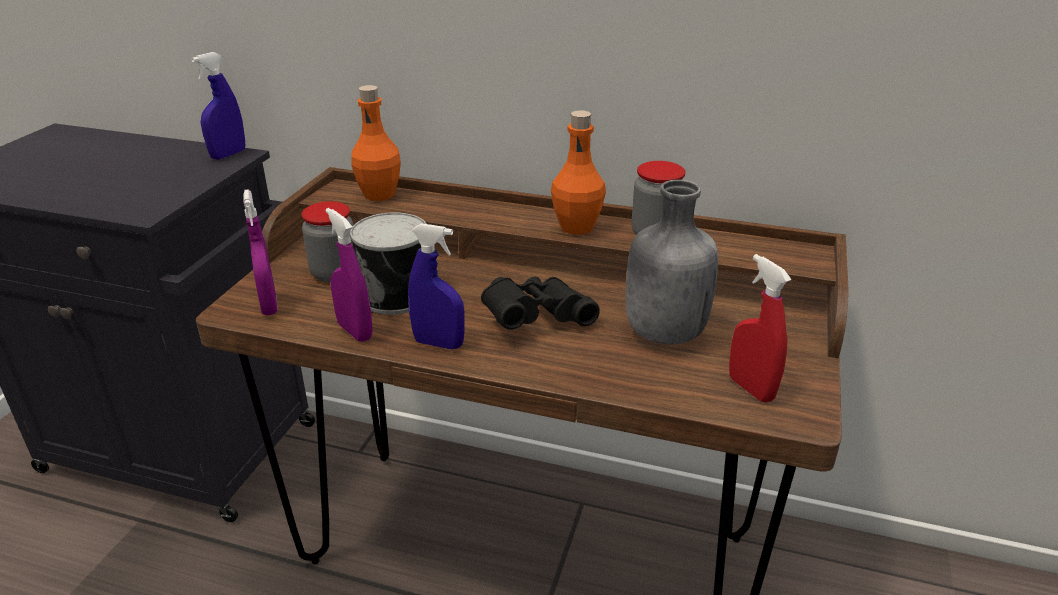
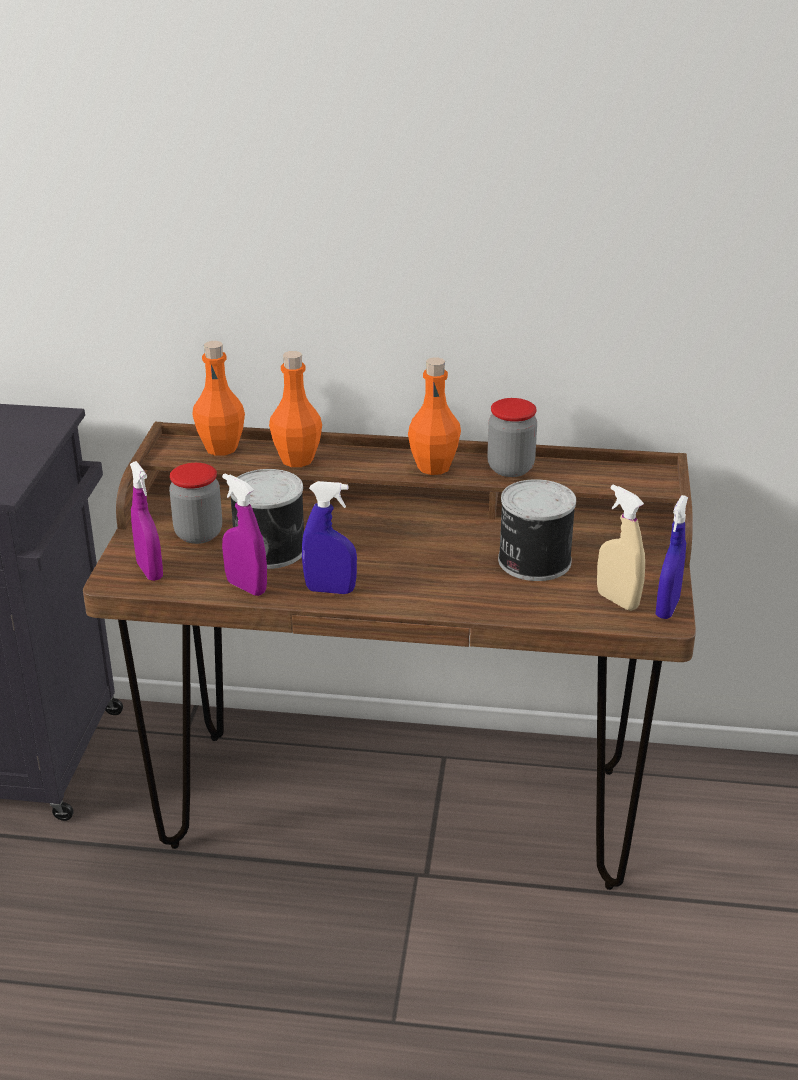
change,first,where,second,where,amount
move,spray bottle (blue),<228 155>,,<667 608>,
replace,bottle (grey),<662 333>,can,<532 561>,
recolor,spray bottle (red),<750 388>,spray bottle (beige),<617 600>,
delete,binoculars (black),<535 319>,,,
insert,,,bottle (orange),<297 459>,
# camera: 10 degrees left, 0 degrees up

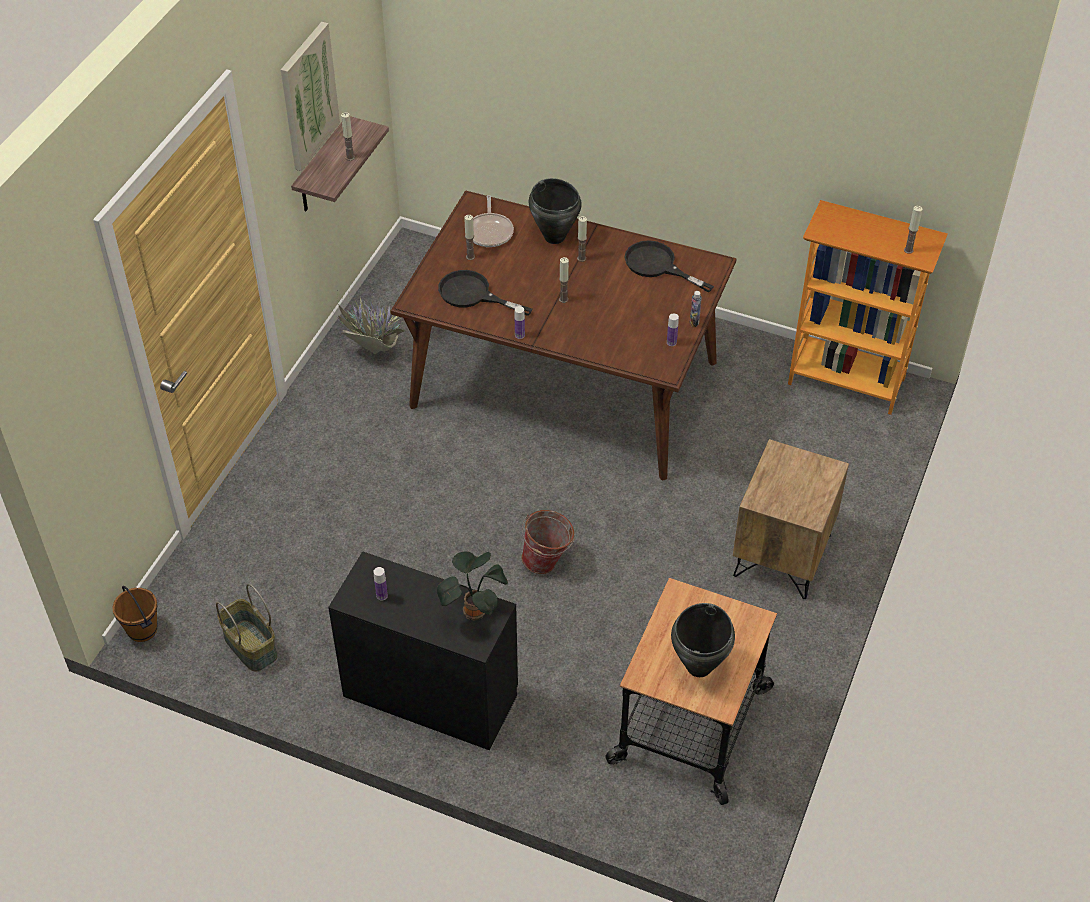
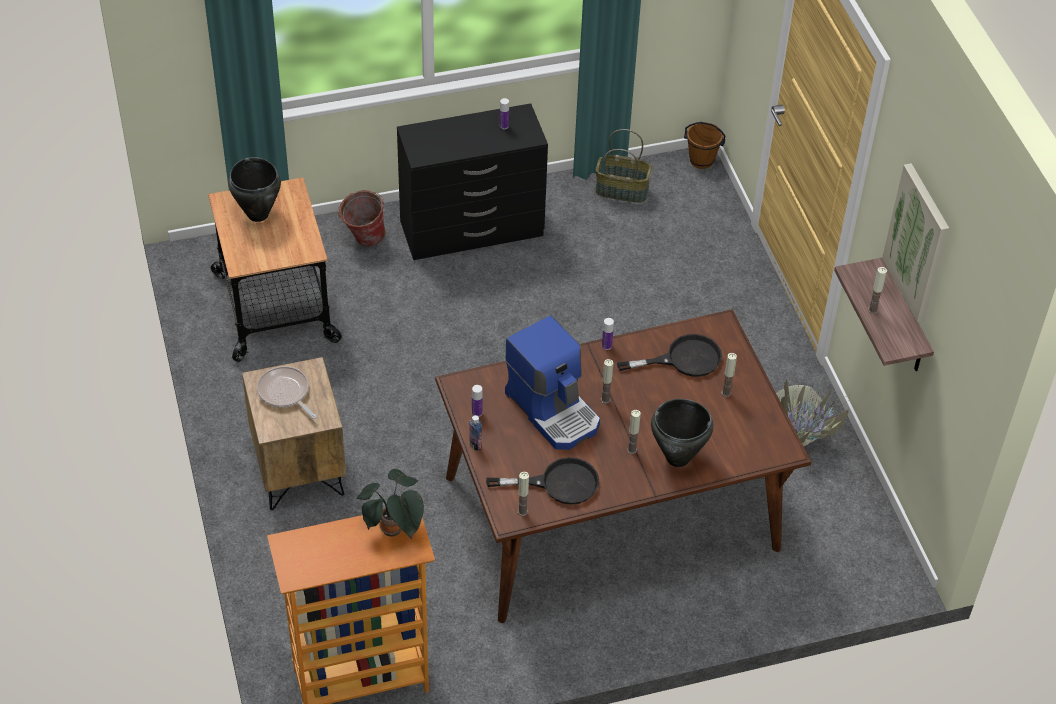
change,first,where,second,where,amount
move,frying pan,<490 231>,,<285 393>,
move,candle,<908 250>,,<522 511>,
move,bucket,<548 562>,,<363 239>,
move,potted plant,<474 611>,,<393 531>,
insert,,,coffee machine,<554 409>,
# camera: 140 degrees right, 0 degrees up

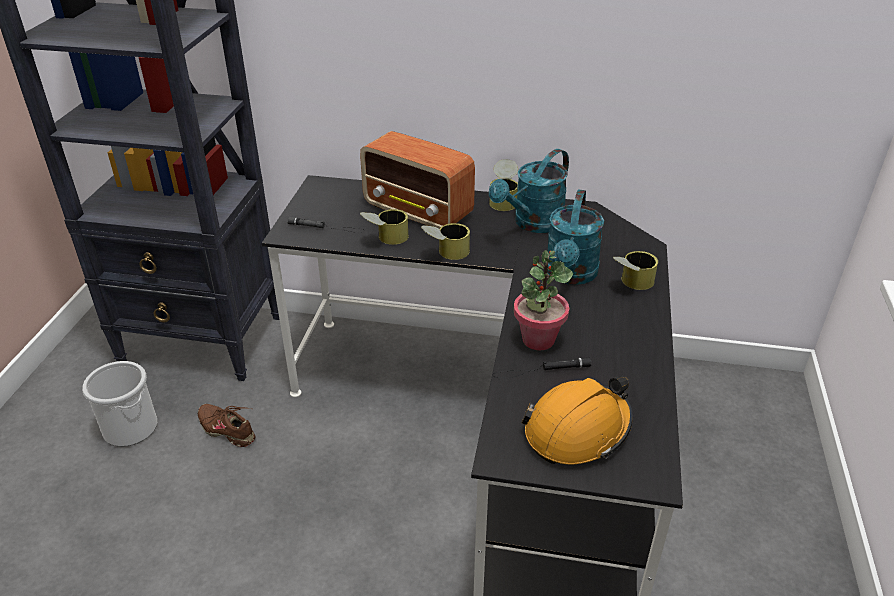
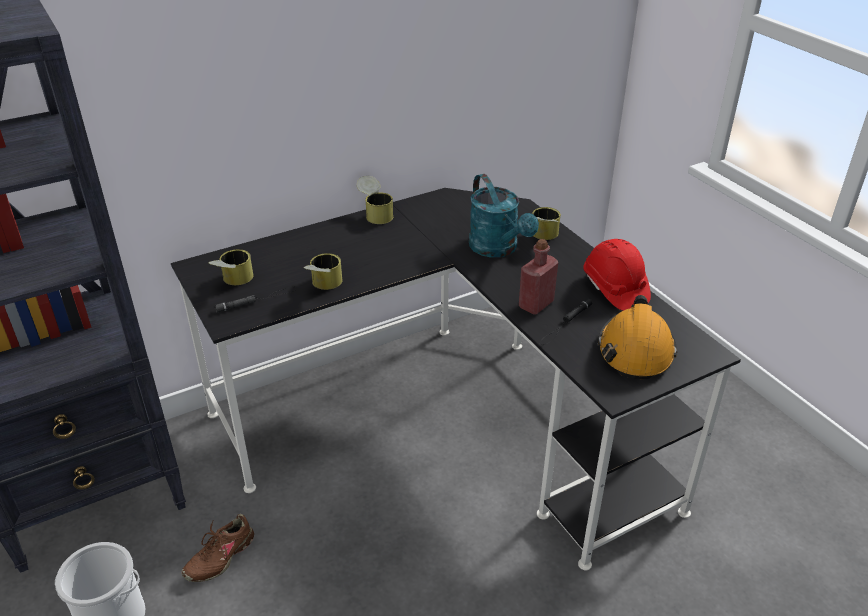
change,first,where,second,where,amount
delete,radio,<419 212>,,,
delete,watering can (turquoise),<533 224>,,,
move,can,<445 254>,,<233 282>,
replace,potted plant,<538 339>,bottle (red),<536 304>,
rotate,shoe (brown),<227 429>,,<220 557>,45 degrees counterclockwise
insert,,,hard hat (red),<614 289>,
# camera: 40 degrees left, 0 degrees up

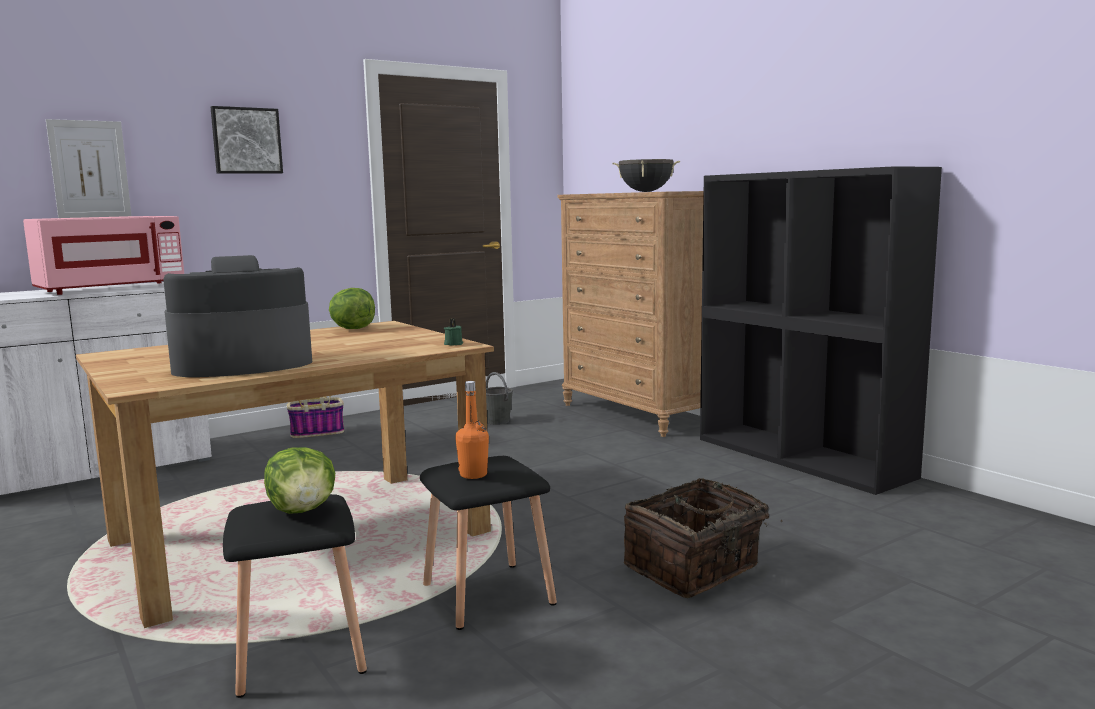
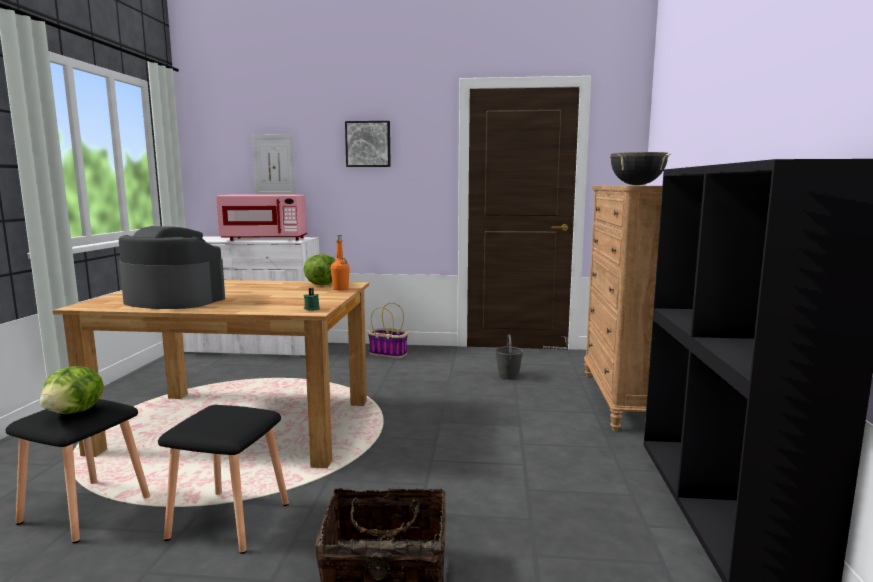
change,first,where,second,where,amount
move,bottle (orange),<473 475>,,<340 289>,
# camera: 40 degrees right, 0 degrees up

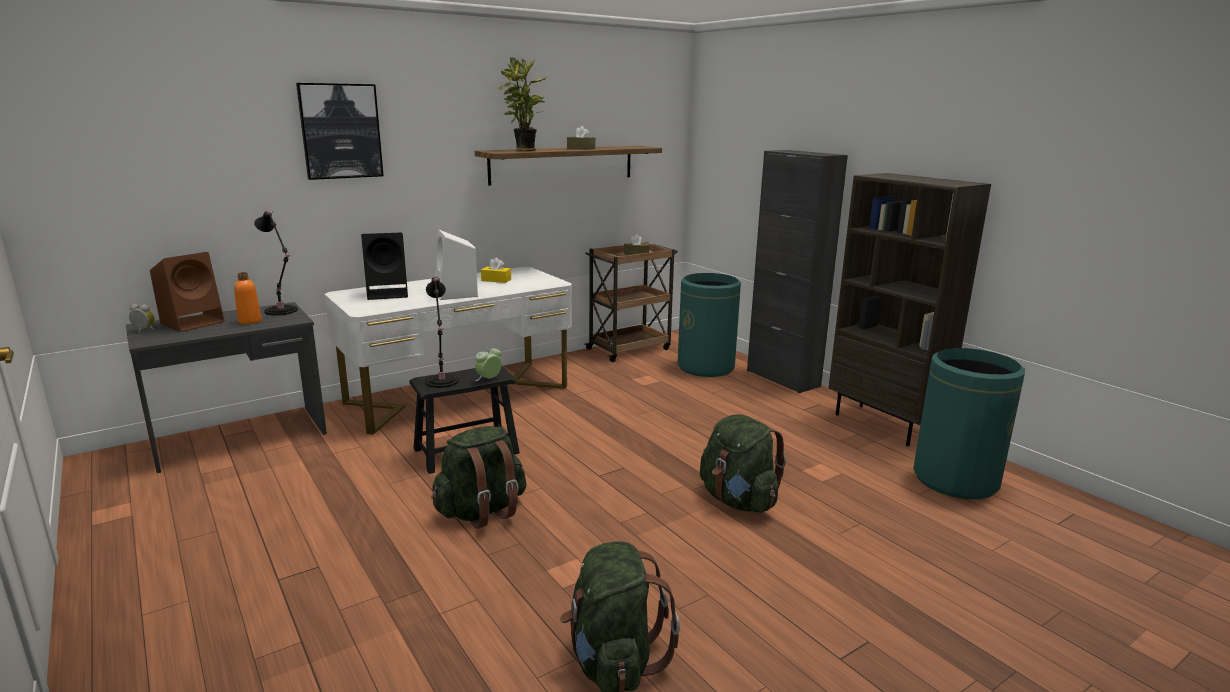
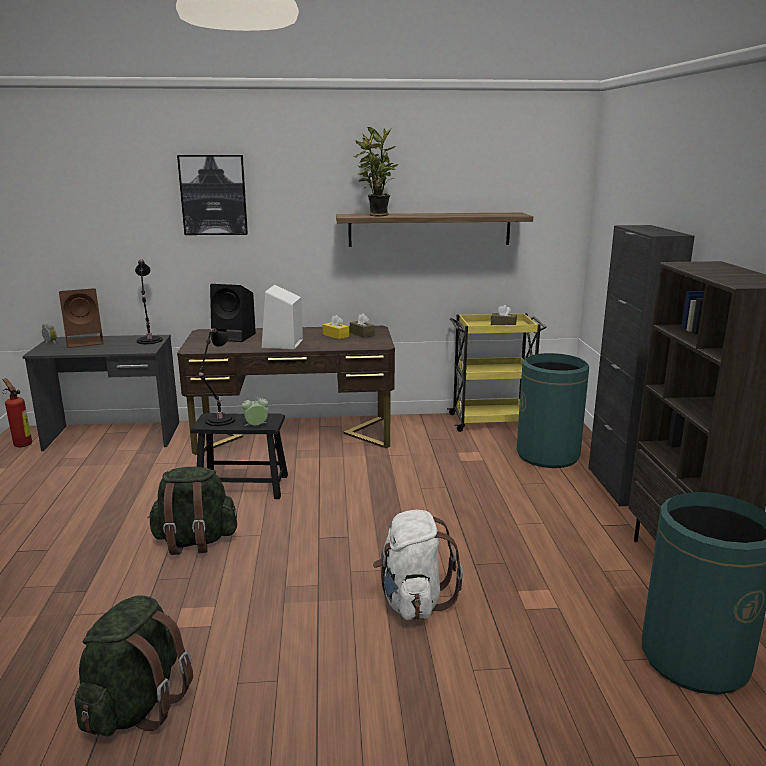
change,first,where,second,where,amount
move,tissue box (brown),<581 148>,,<362 334>,
recolor,cart (brown),<629 349>,cart (yellow),<491 421>,
recolor,desk (white),<459 395>,desk (brown),<293 435>,
delete,bottle (orange),<250 321>,,,
recolor,backpack (green),<738 501>,backpack (white),<413 601>,
insert,,,fire extinguisher,<22 444>,
# camera: 30 degrees right, 0 degrees up

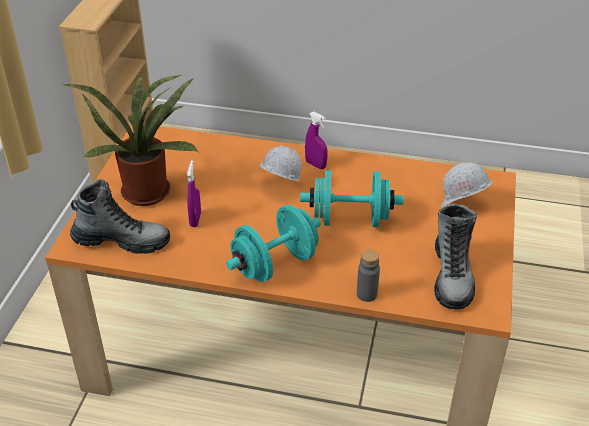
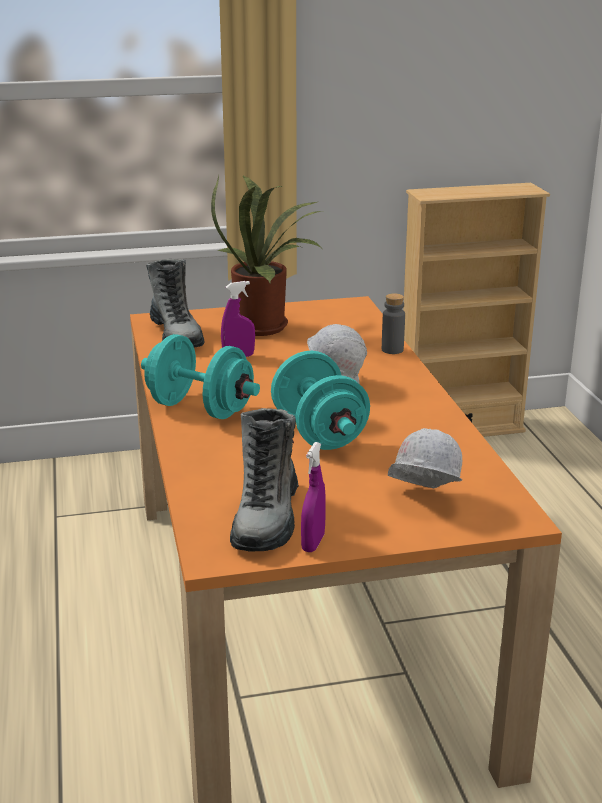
change,first,where,second,where,amount
move,spray bottle (purple),<315 165>,,<313 543>,
rotate,boot,<451 276>,,<267 517>,60 degrees counterclockwise
move,bottle (grey),<366 294>,,<392 350>,
# camera: 65 degrees right, 15 degrees down

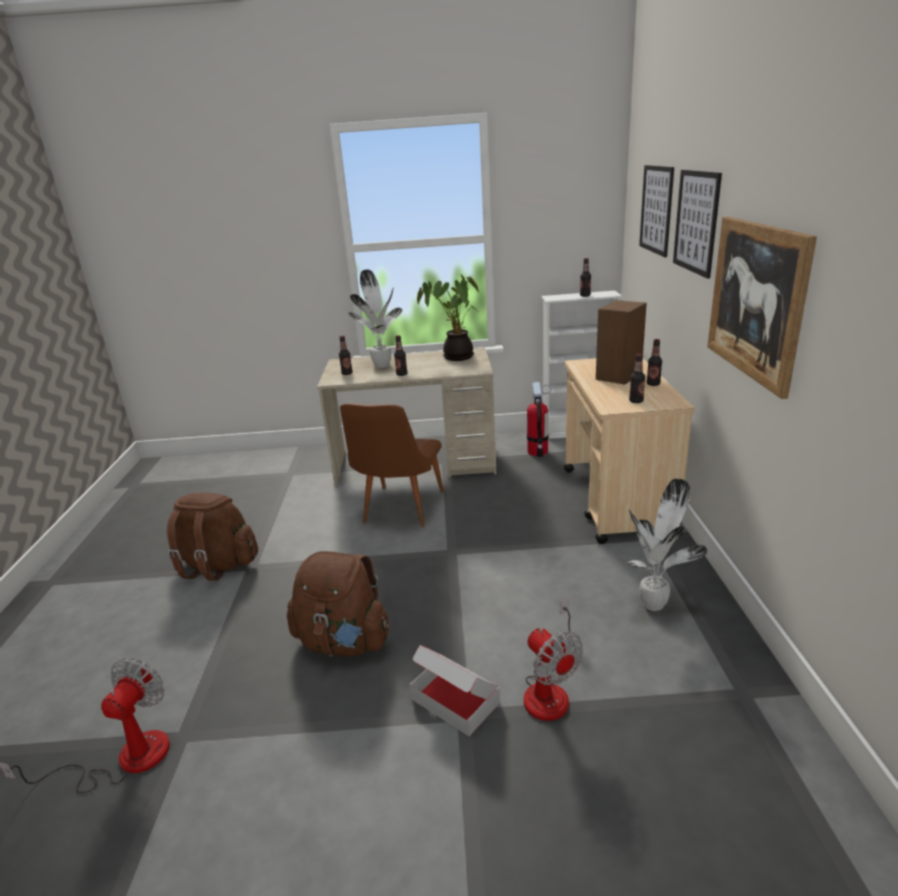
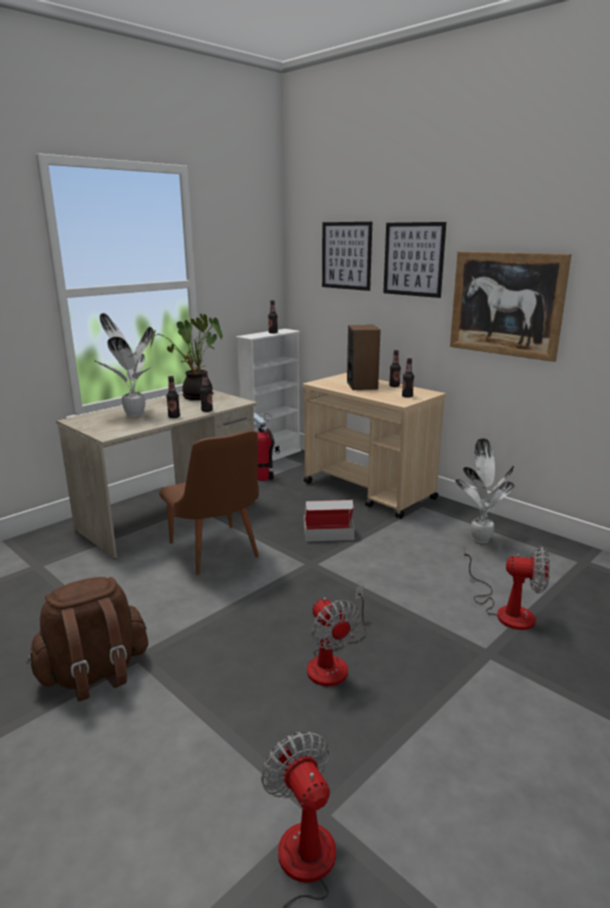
change,first,where,second,where,amount
move,bottle,<347 373>,,<207 410>,
replace,backpack (brown),<343 642>,fan,<334 661>,
move,cardboard box,<455 701>,,<328 533>,
# camera: 45 degrees left, 5 degrees down

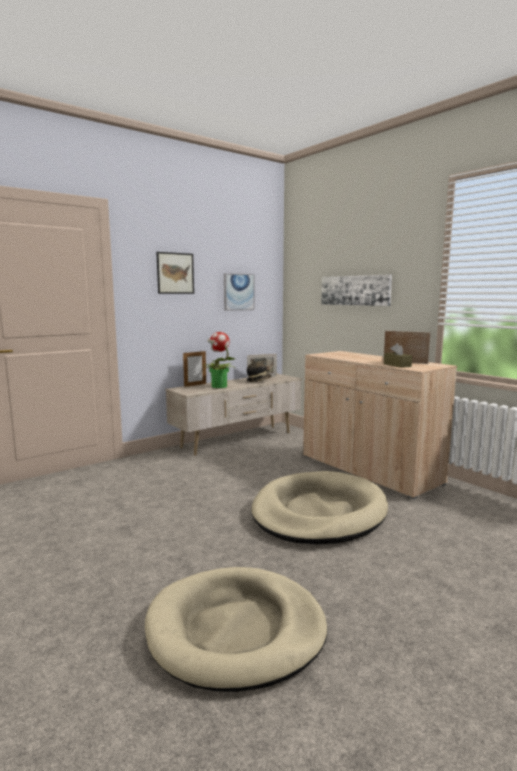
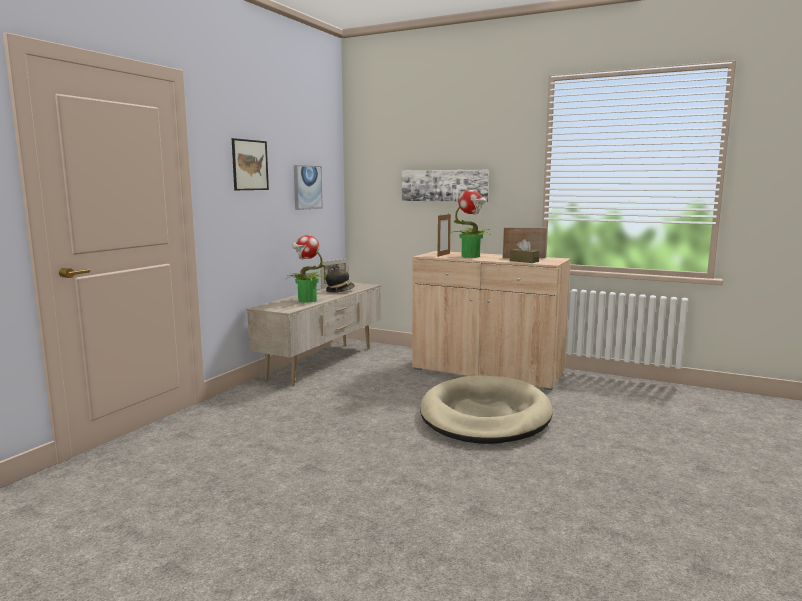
change,first,where,second,where,amount
move,picture frame,<195 385>,,<443 255>,
delete,dog bed (beige),<236 630>,,,
insert,,,potted plant,<471 256>,
# camera: 25 degrees left, 0 degrees up

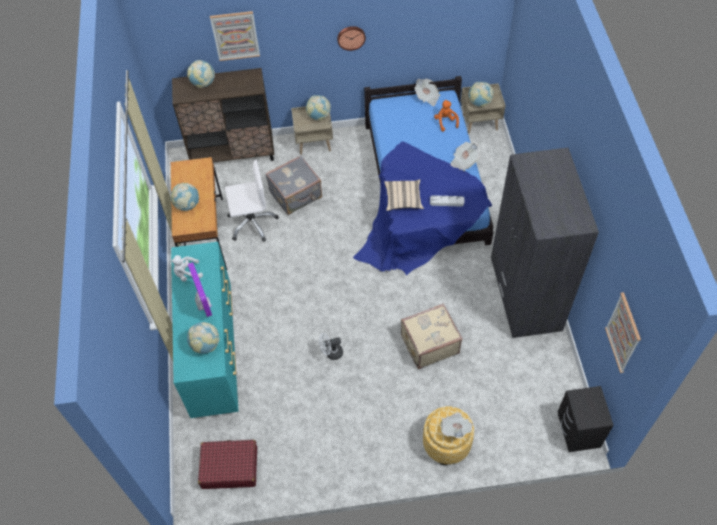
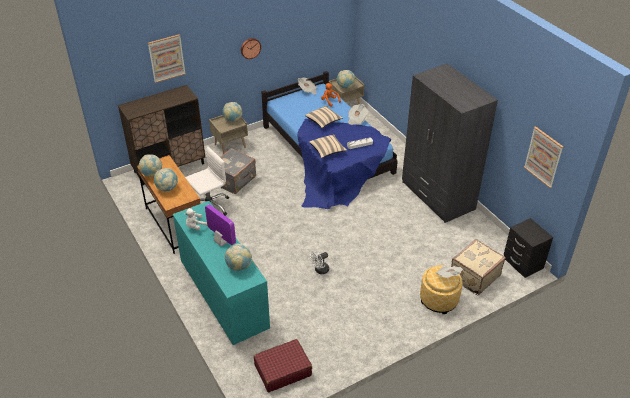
change,first,where,second,where,amount
move,globe,<203 83>,,<152 174>,
move,suitcase (beige),<429 344>,,<473 276>,
insert,,,pillow (beige),<323 121>,
# camera: 25 degrees left, 15 degrees down

